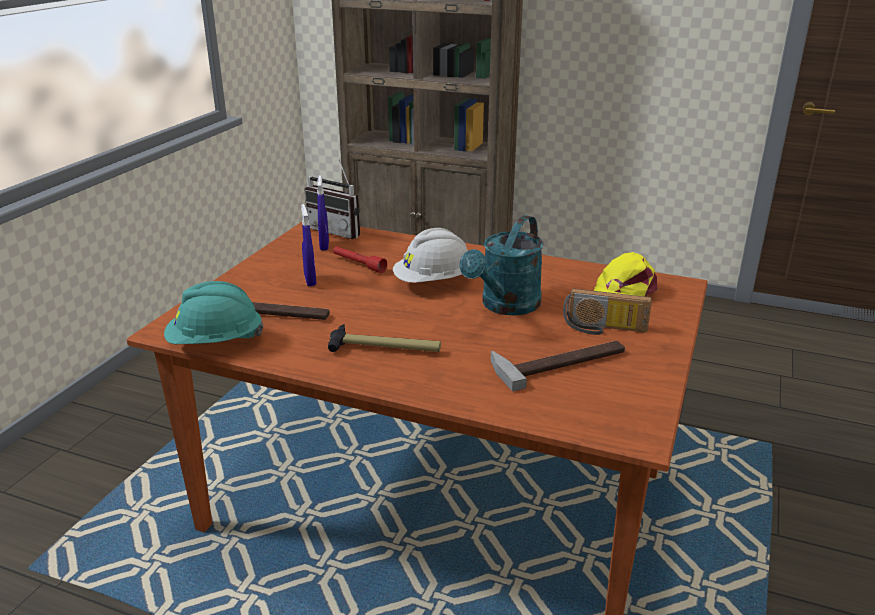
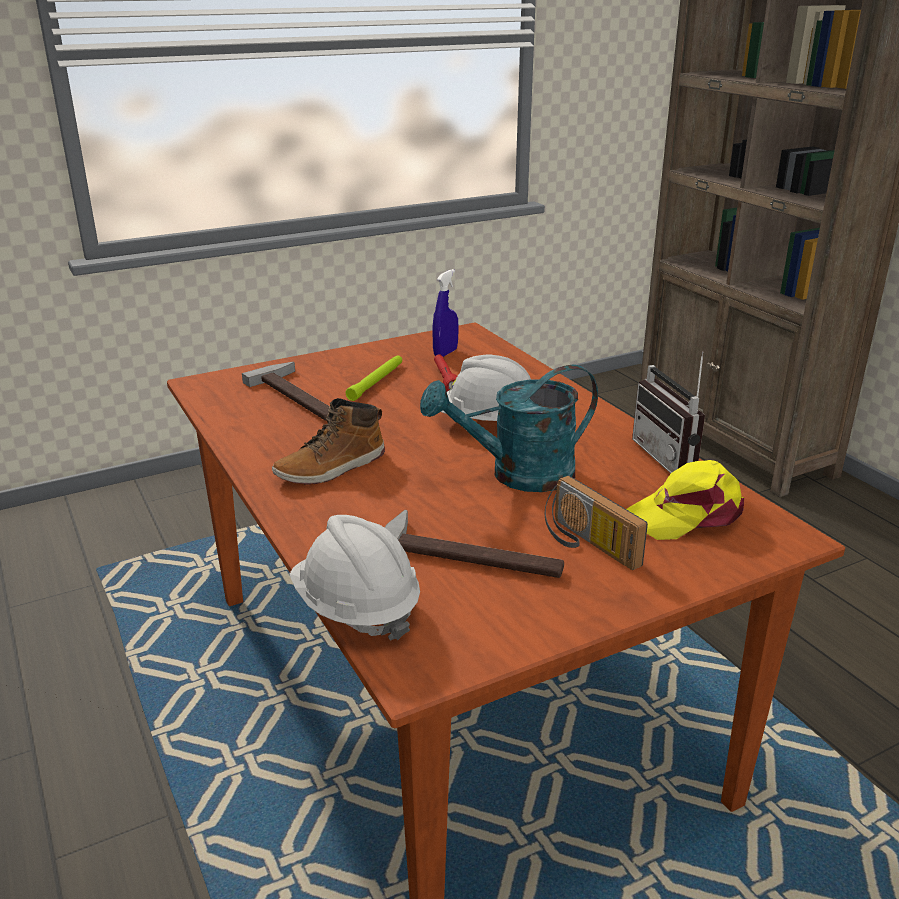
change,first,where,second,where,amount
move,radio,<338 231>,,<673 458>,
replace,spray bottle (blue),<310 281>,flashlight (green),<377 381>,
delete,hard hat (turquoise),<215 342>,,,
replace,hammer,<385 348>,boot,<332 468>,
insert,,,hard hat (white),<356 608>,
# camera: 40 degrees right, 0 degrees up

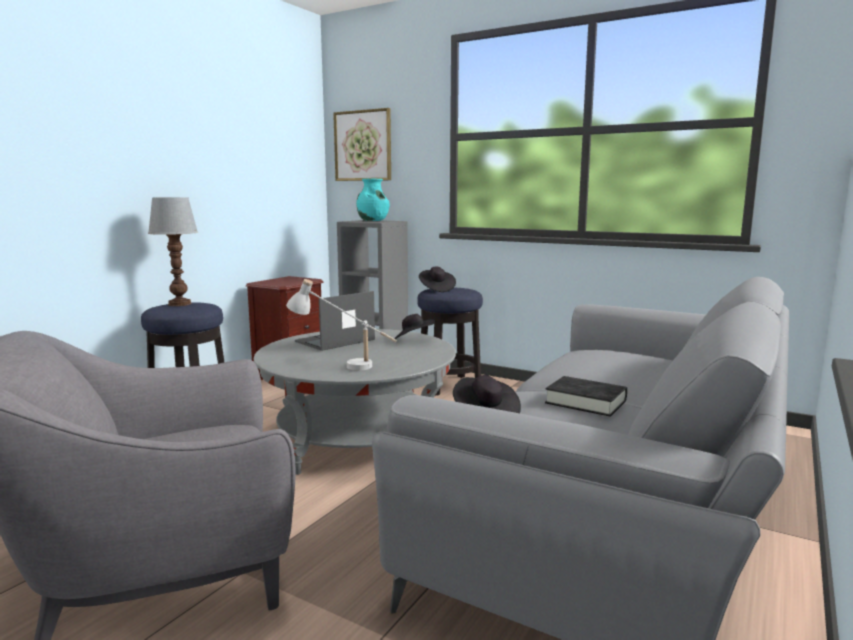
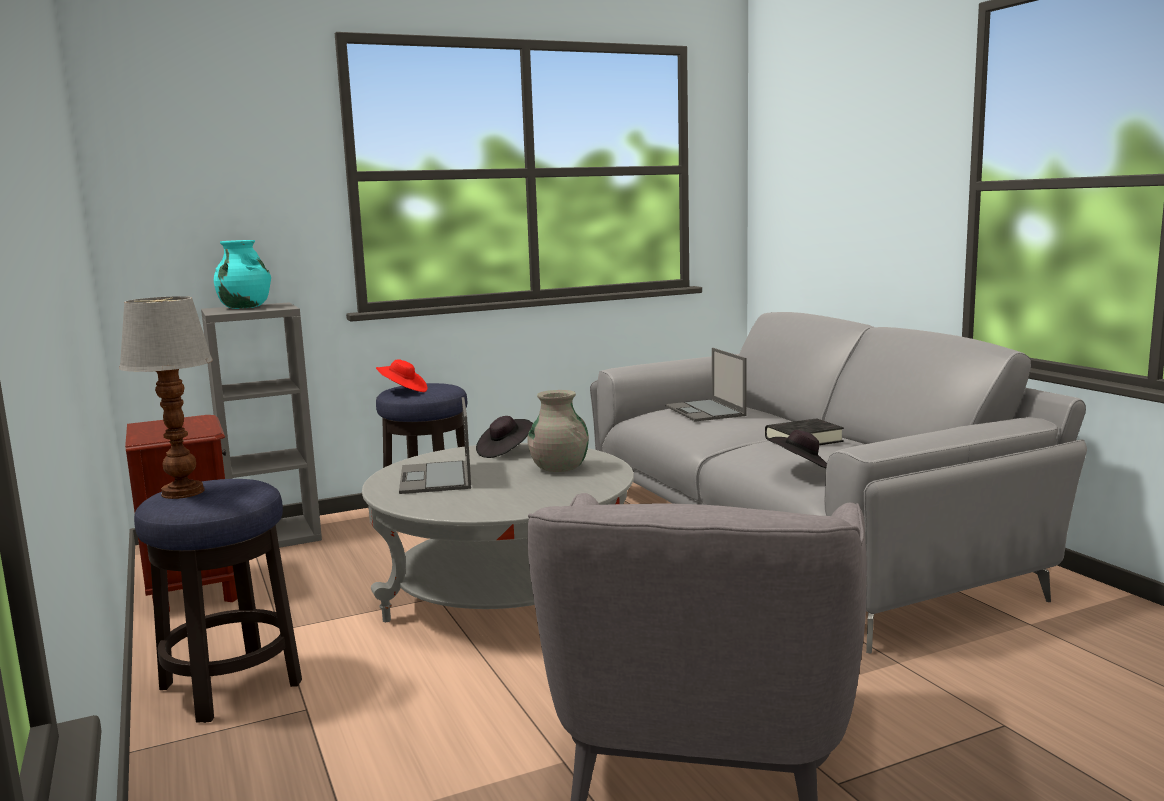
change,first,where,second,where,amount
delete,picture,<363 146>,,,
recolor,hat (black),<436 289>,hat (red),<403 391>,
delete,table lamp (white),<342 365>,,,
insert,,,laptop,<705 411>,
insert,,,vase (grey),<559 468>,
# camera: 55 degrees left, 0 degrees up

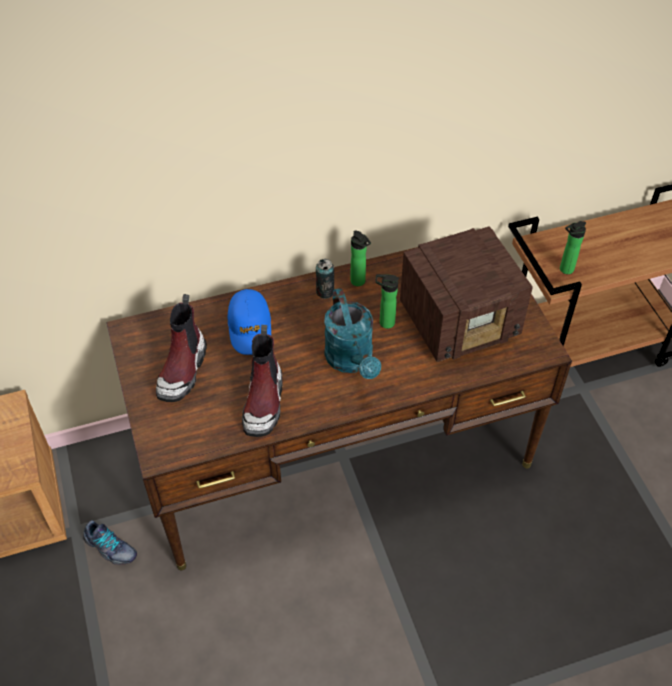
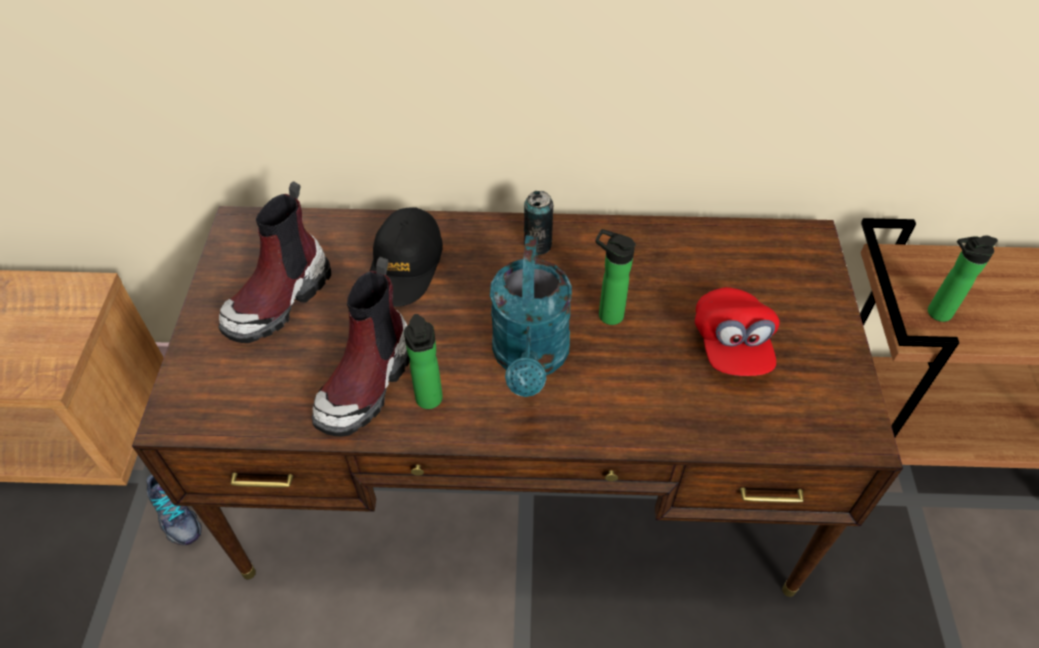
change,first,where,second,where,amount
replace,radio,<461 321>,cap (red),<731 345>,
move,bottle,<359 282>,,<430 402>,
recolor,cap (blue),<250 327>,cap (black),<405 266>,
# camera: 20 degrees right, 0 degrees up

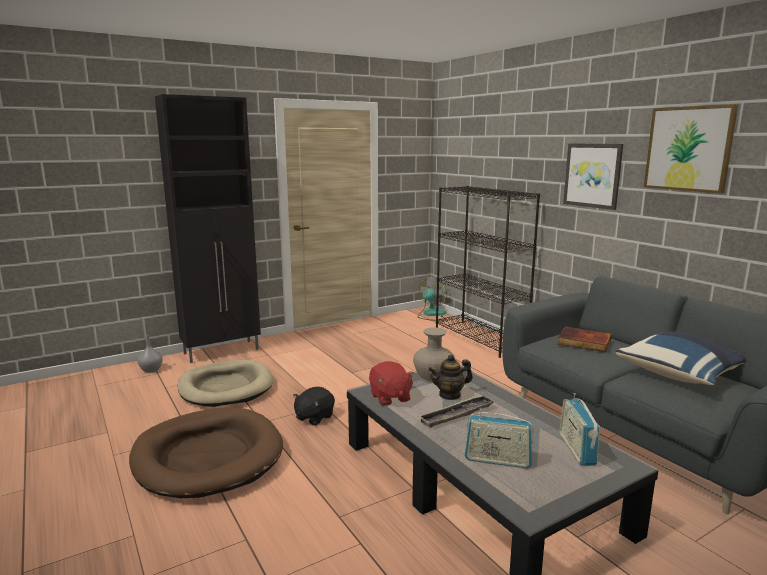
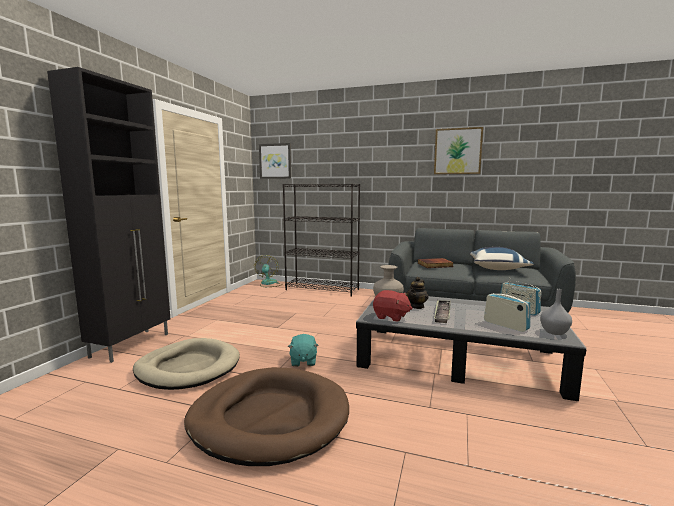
change,first,where,second,where,amount
move,picture,<592 175>,,<275 161>,
move,vase (grey),<151 370>,,<554 332>,
recolor,plush toy (black),<314 417>,plush toy (turquoise),<303 361>,
rotate,radio,<497 460>,,<505 325>,105 degrees counterclockwise
# camera: 40 degrees left, 5 degrees down

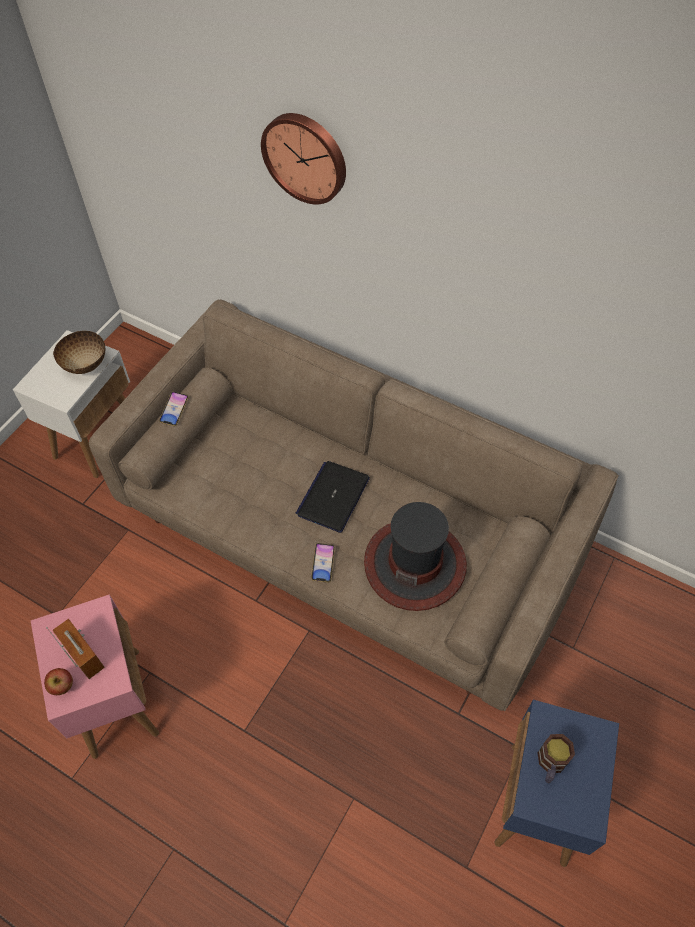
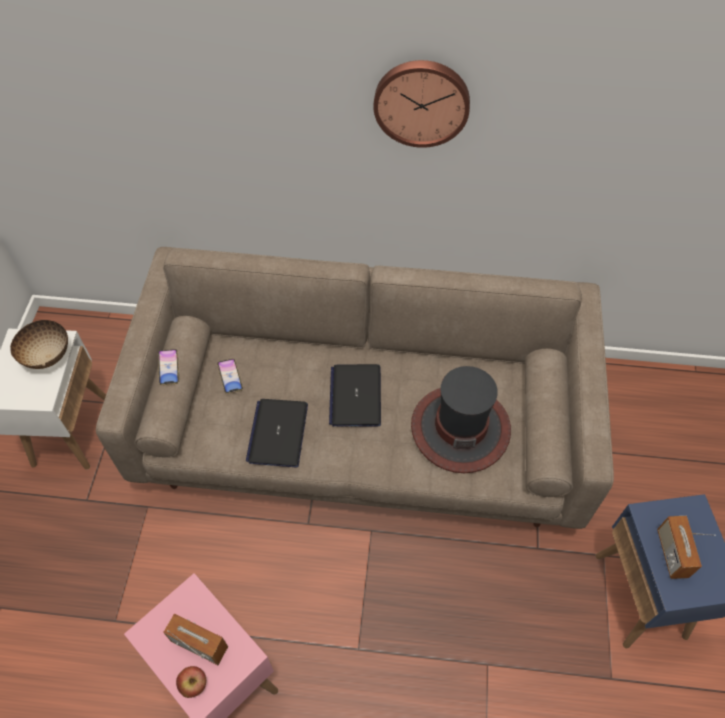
change,first,where,second,where,amount
move,wall clock,<306 157>,,<421 102>,
move,phone,<323 564>,,<230 377>,
replace,mug,<550 764>,radio,<672 553>,
insert,,,laptop,<278 433>,
# camera: 25 degrees left, 0 degrees up

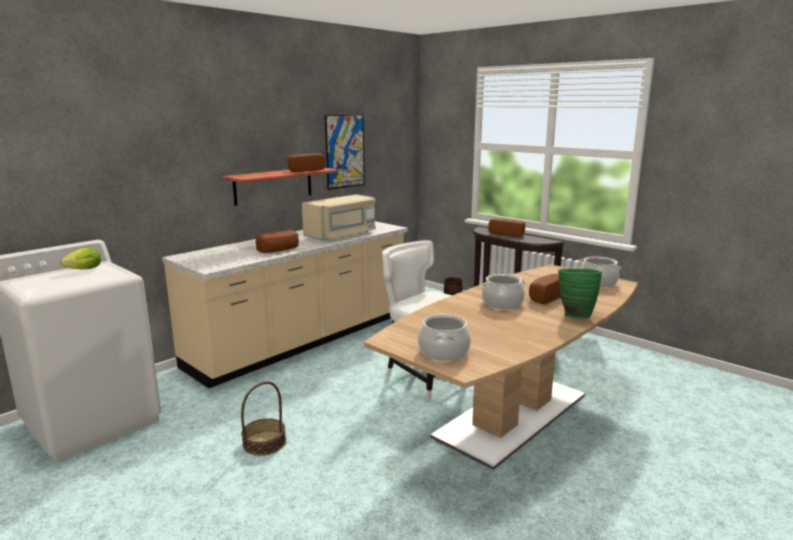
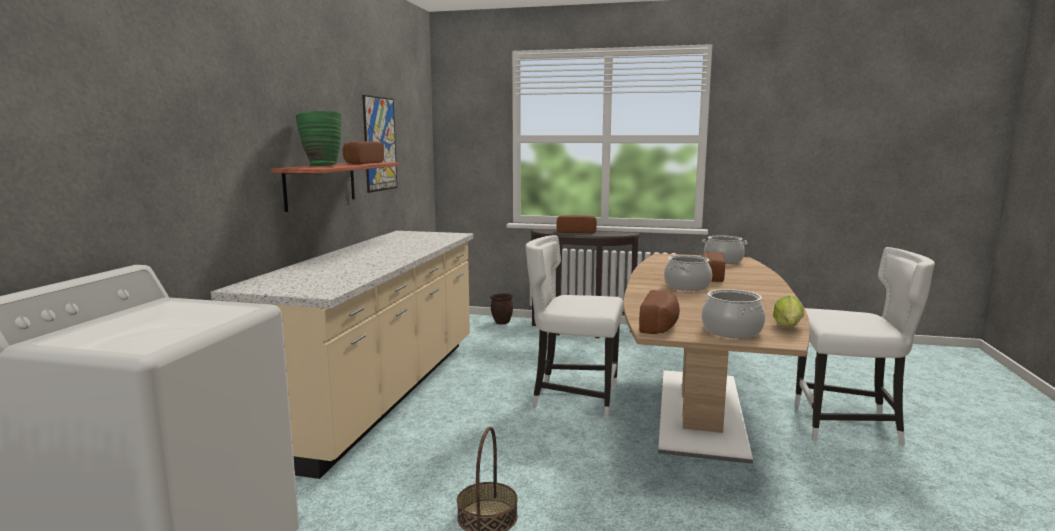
change,first,where,second,where,amount
delete,microwave (beige),<341 235>,,,
move,bread,<280 250>,,<661 326>,
move,lettuce,<82 270>,,<788 328>,
move,vase (green),<575 315>,,<321 166>,
insert,,,chair (white),<849 426>,
# camera: 30 degrees left, 5 degrees down

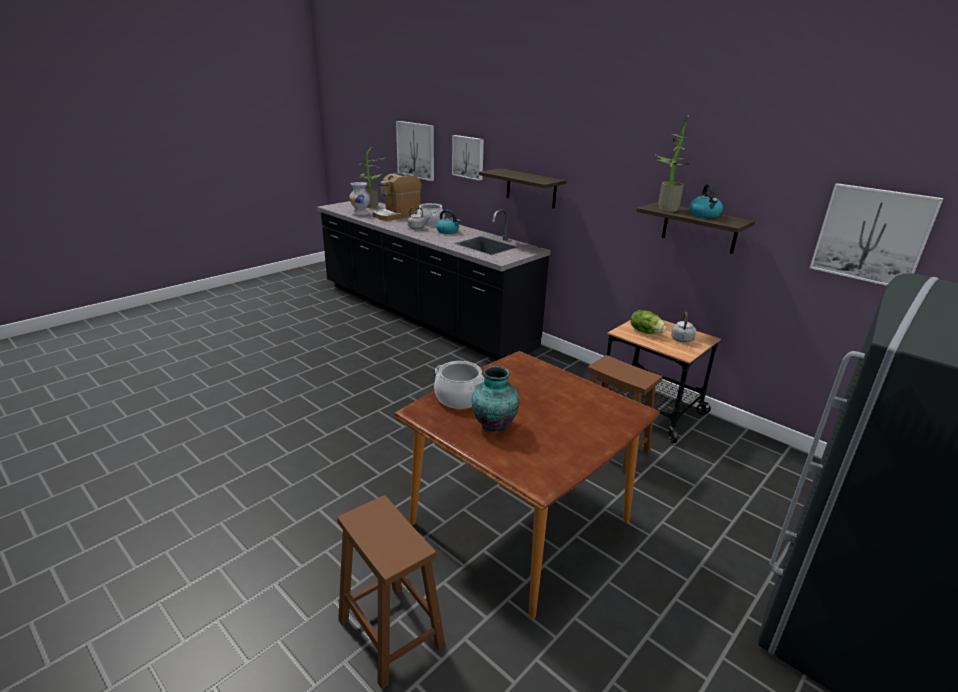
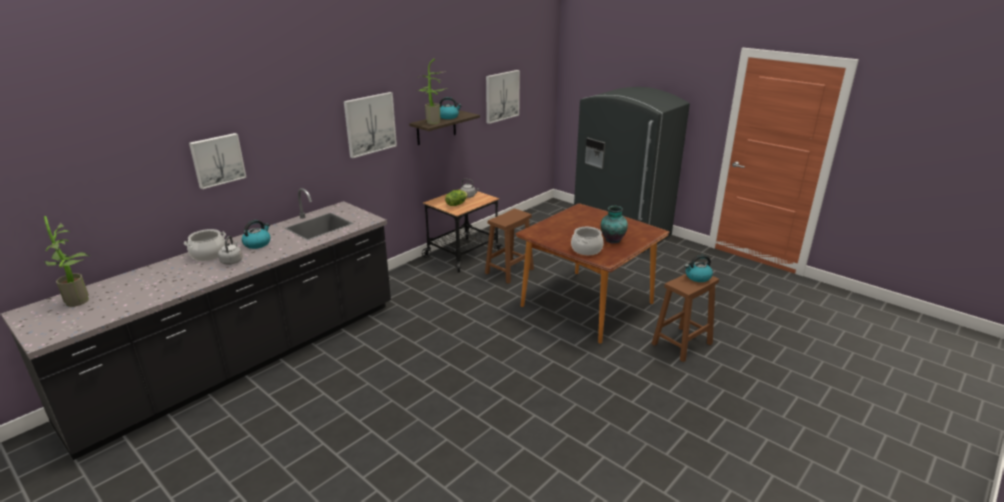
change,first,where,second,where,amount
move,picture,<416 150>,,<370 124>,
delete,shelf,<531 188>,,,
delete,coffee machine,<397 215>,,,
delete,vase (white),<360 214>,,,
insert,,,kettle,<697 277>,
# camera: 90 degrees left, 0 degrees up

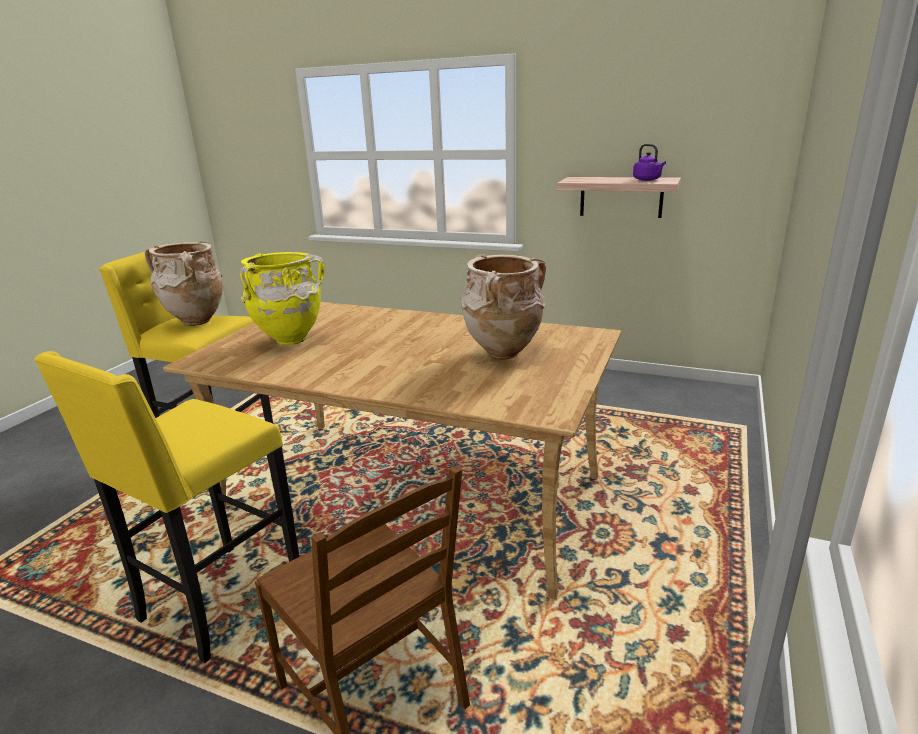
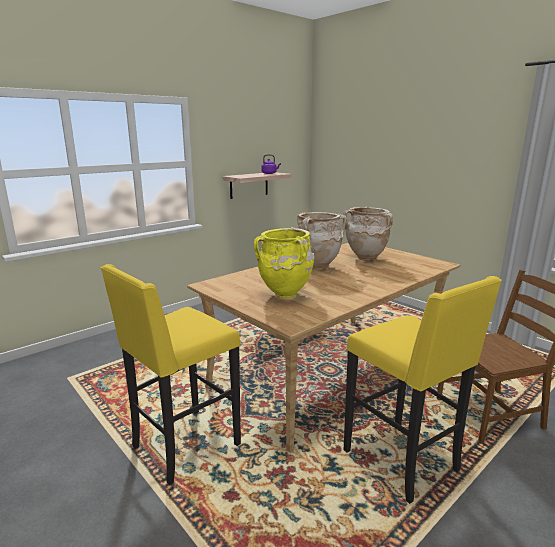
change,first,where,second,where,amount
move,vase (beige),<195 321>,,<317 267>,
# camera: 65 degrees left, 5 degrees down

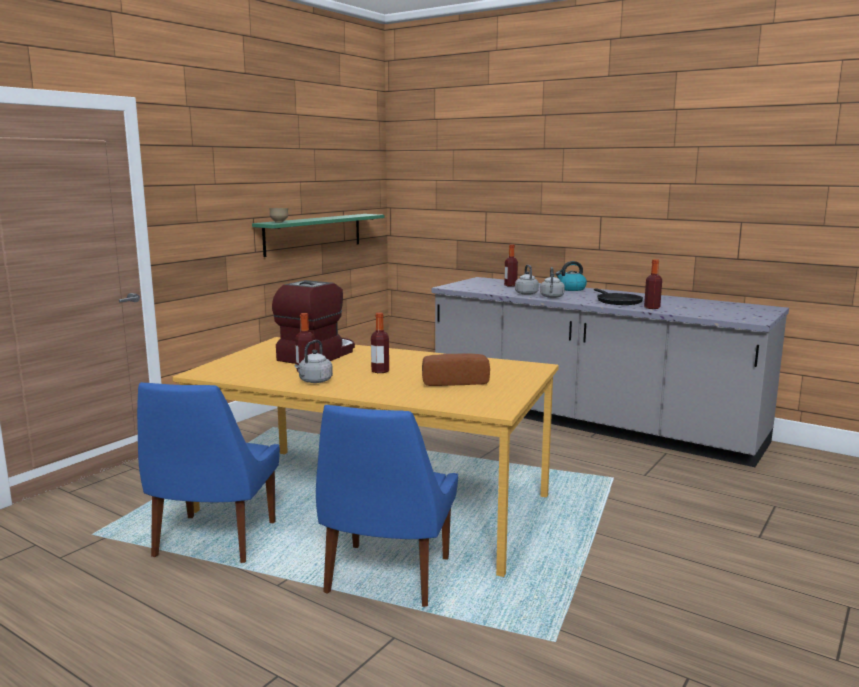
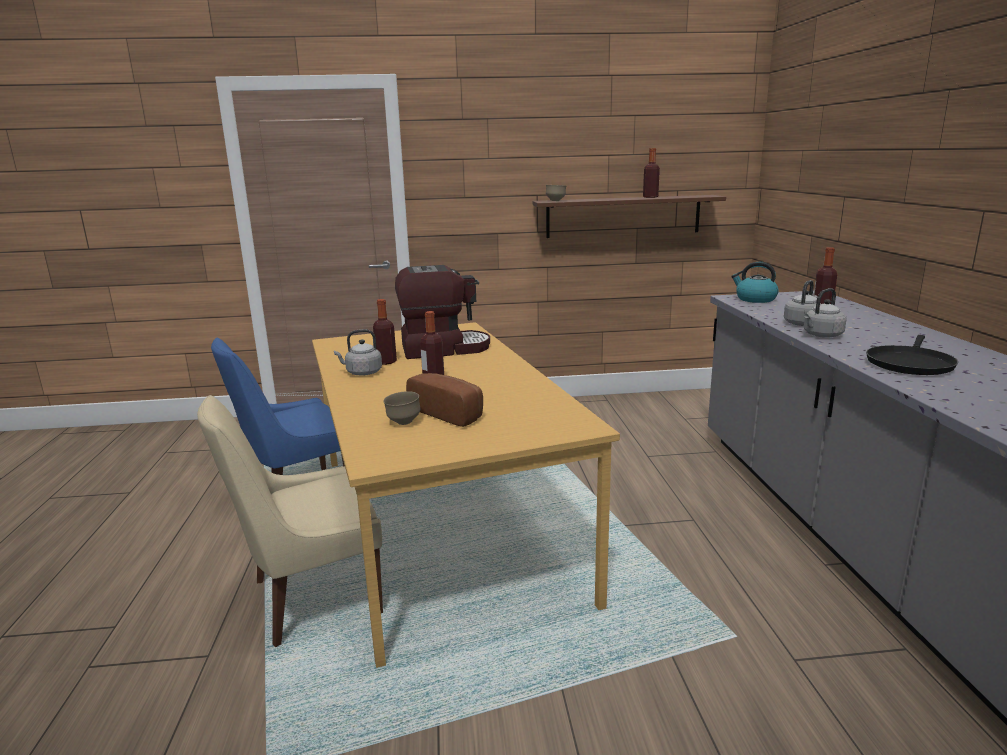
change,first,where,second,where,amount
recolor,shelf (green),<313 234>,shelf (brown),<623 216>,
move,bottle,<652 308>,,<650 197>,
move,kettle,<570 289>,,<755 299>,
recolor,chair (blue),<386 577>,chair (beige),<311 598>,
insert,,,bowl (brown),<403 423>,
# camera: 50 degrees right, 5 degrees up

